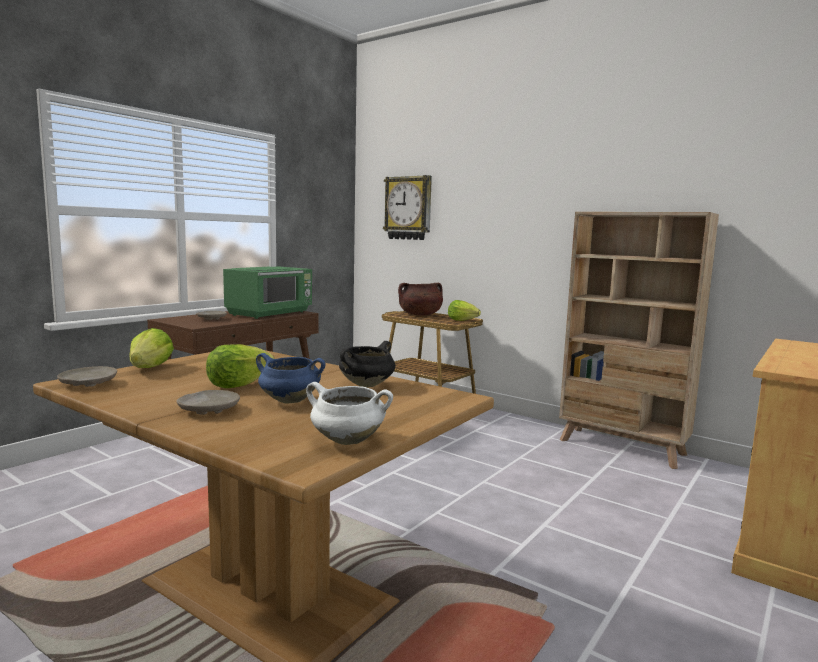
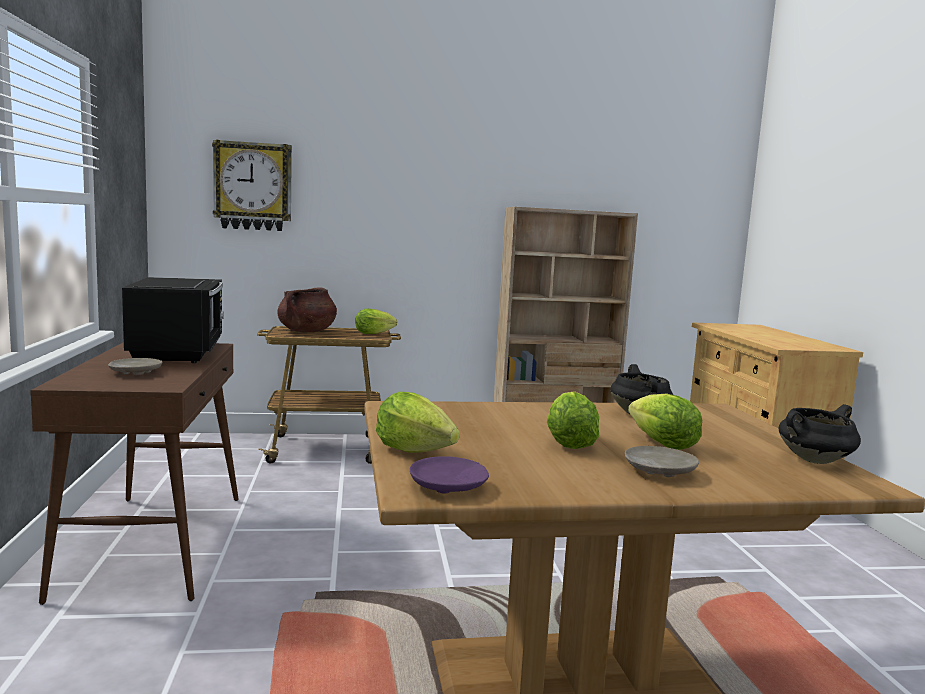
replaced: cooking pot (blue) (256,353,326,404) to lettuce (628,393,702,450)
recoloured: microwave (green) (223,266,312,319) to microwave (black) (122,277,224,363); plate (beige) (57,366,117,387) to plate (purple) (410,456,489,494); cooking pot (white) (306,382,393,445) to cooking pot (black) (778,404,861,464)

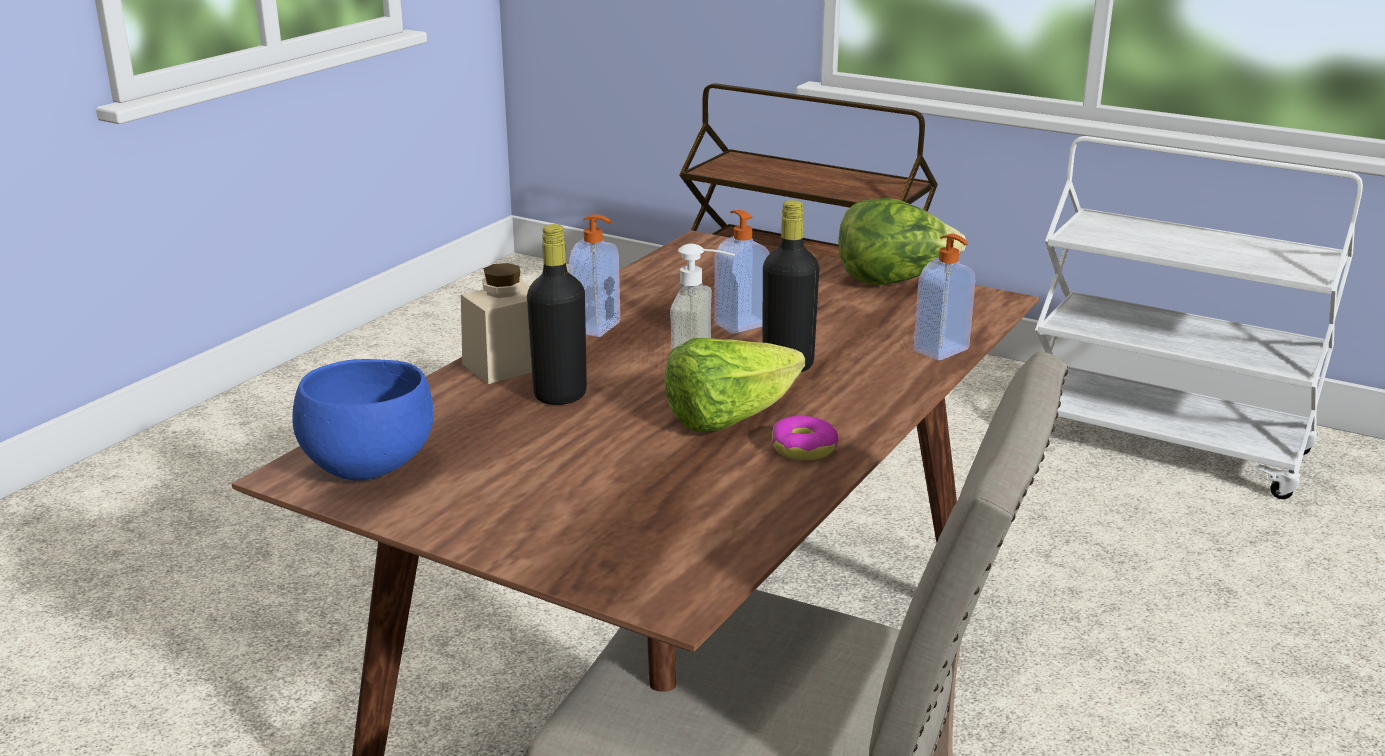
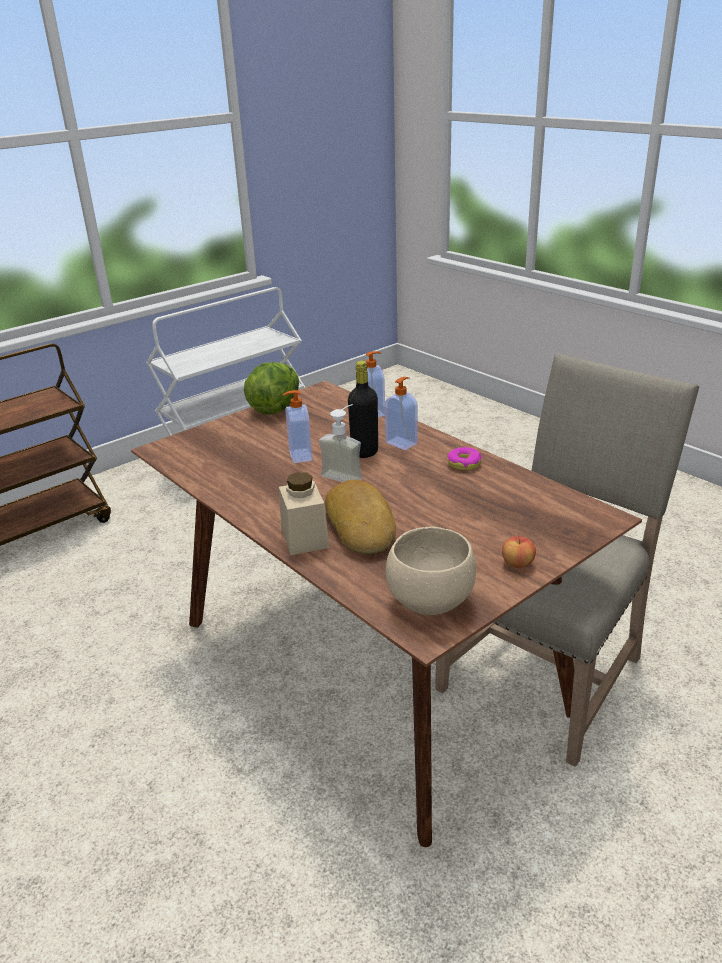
removed: lettuce (664,338,805,431)
added: apple (502,535,536,568)
moved: soap dispenser (569,214,620,337) to (385,377,418,450)
replaced: bottle (black) (527,224,587,405) to bread (325,480,396,554)
recoloured: bowl (blue) (292,359,433,480) to bowl (beige) (386,527,476,615)

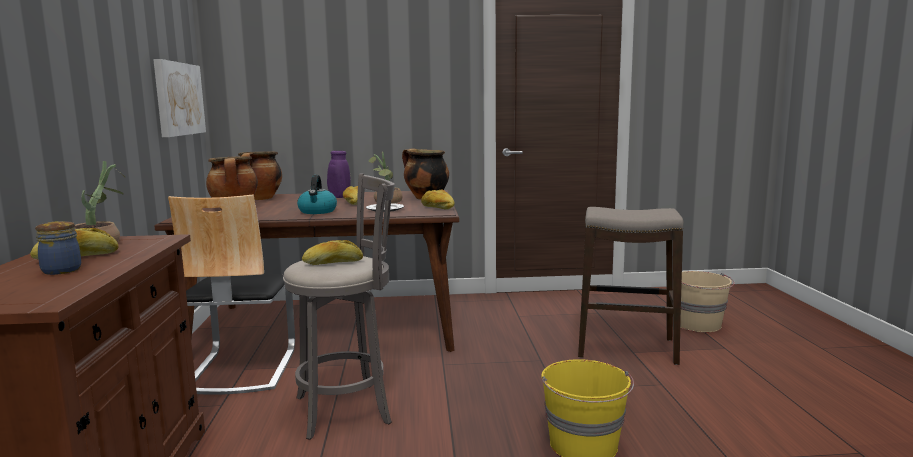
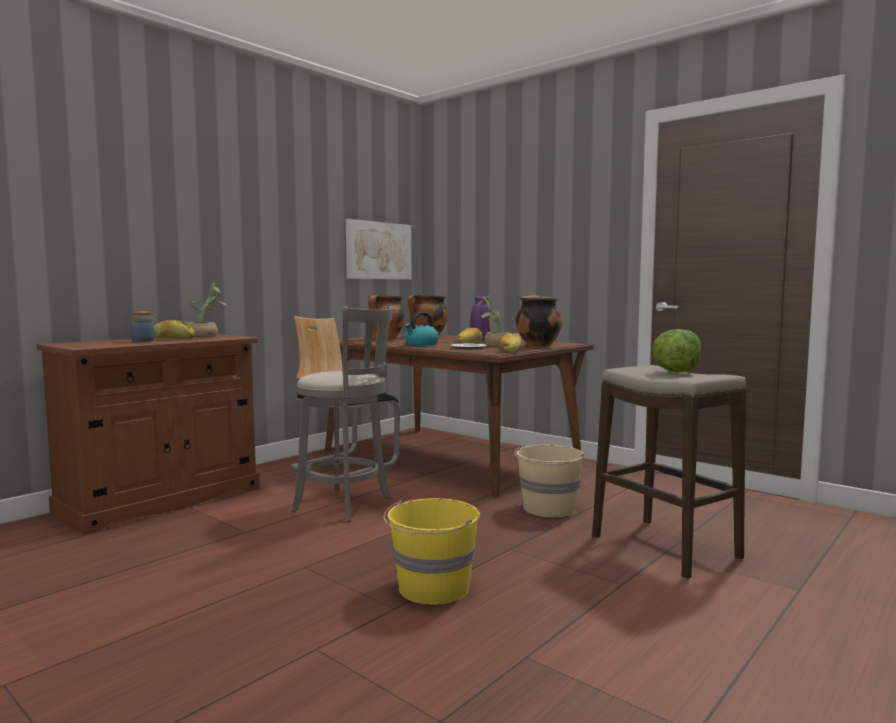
removed: bread (302,240,363,265)
added: lettuce (652,329,701,373)
moved: bucket (beige) (680,271,735,332) to (514,445,585,517)

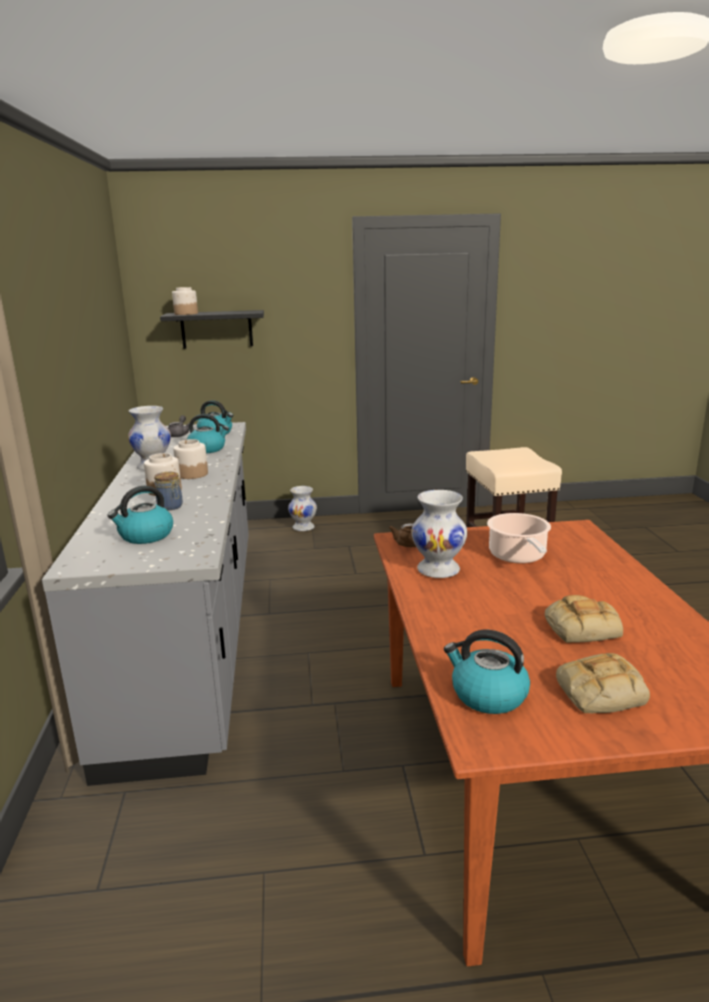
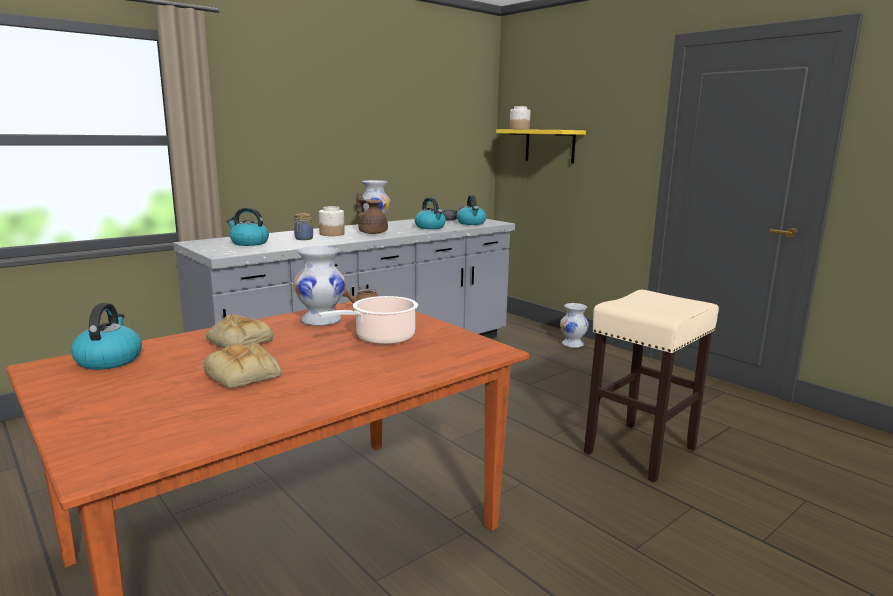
moved: bread (556,653,650,713) to (206,314,273,348)
replaced: jar (173,439,208,479) to teapot (brown) (356,192,388,234)
recoloured: shelf (black) (160,310,264,349) to shelf (yellow) (496,129,586,164)

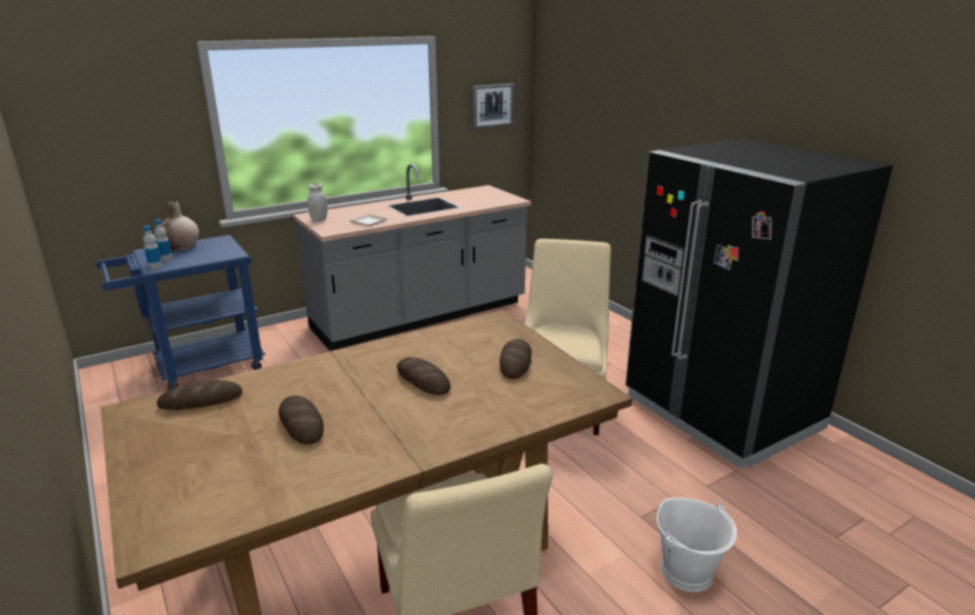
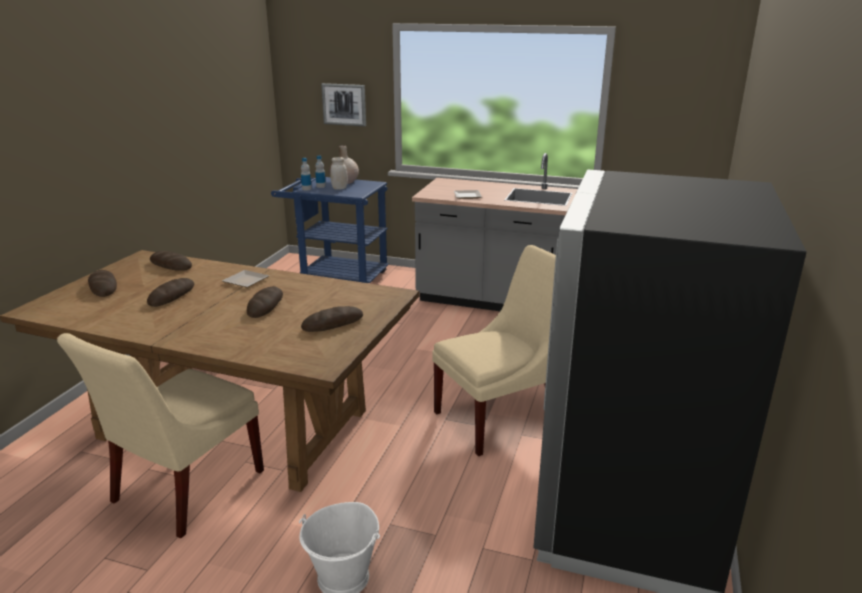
added: bread (88,270,117,297); plate (222,270,269,288)
moved: picture (473,84,514,129) to (321,83,366,126); jar (white) (308,183,327,222) to (330,157,347,189)

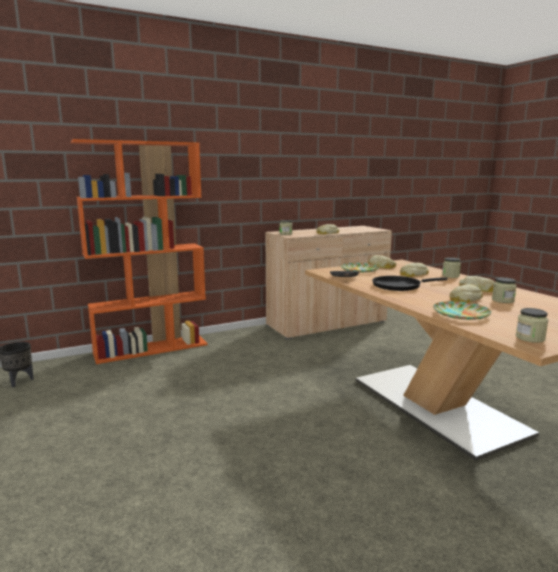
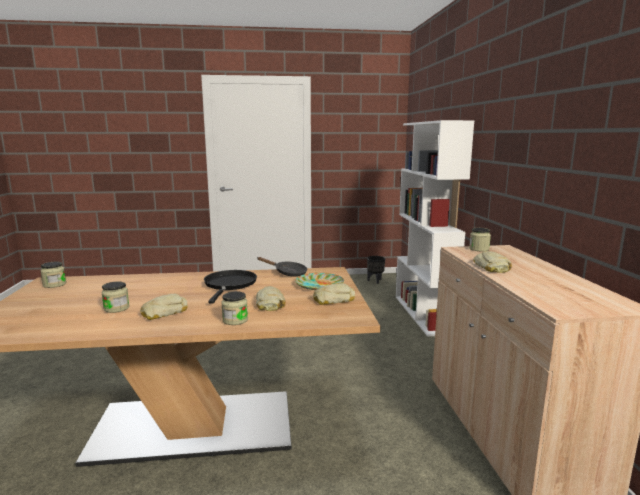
removed: plate (433,301,491,320); bread (450,284,483,303)
recoloured: bookcase (orange) (71,139,208,364) to bookcase (white) (396,120,474,337)

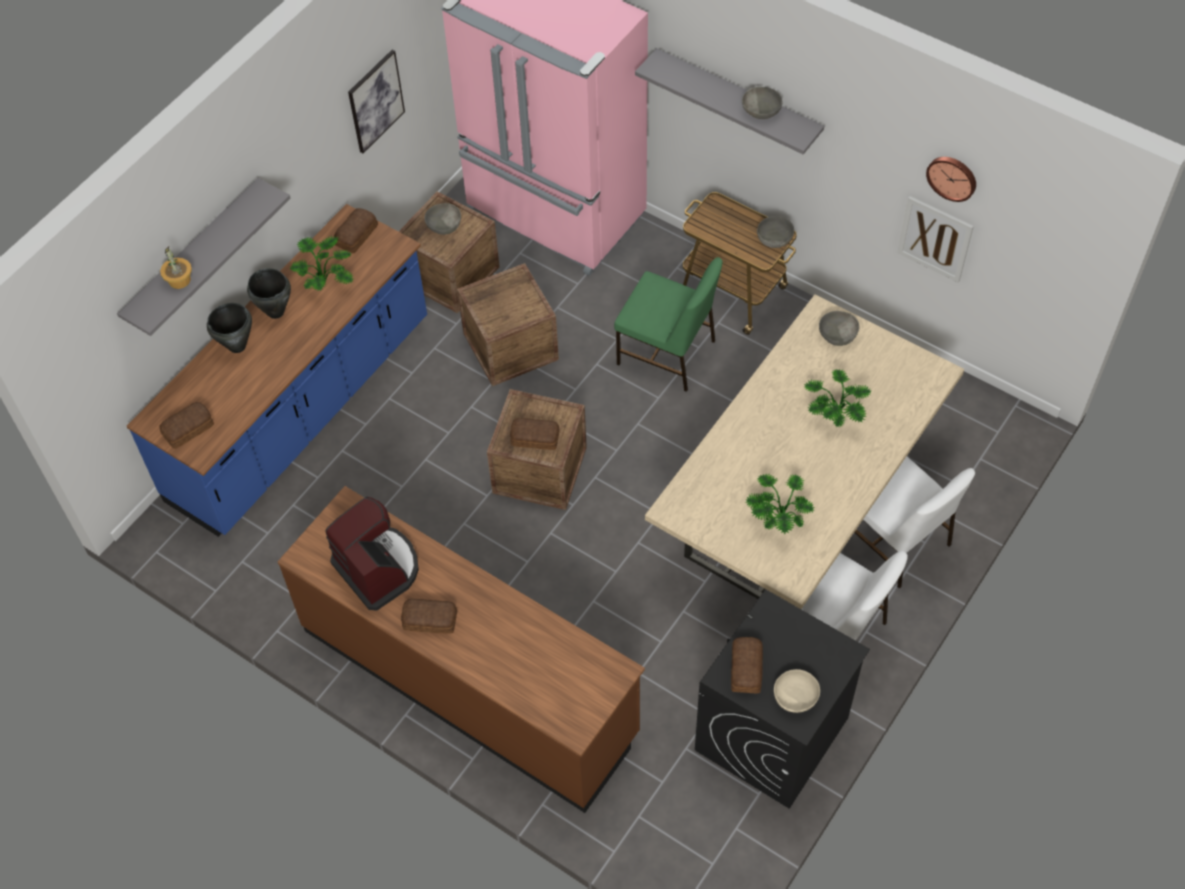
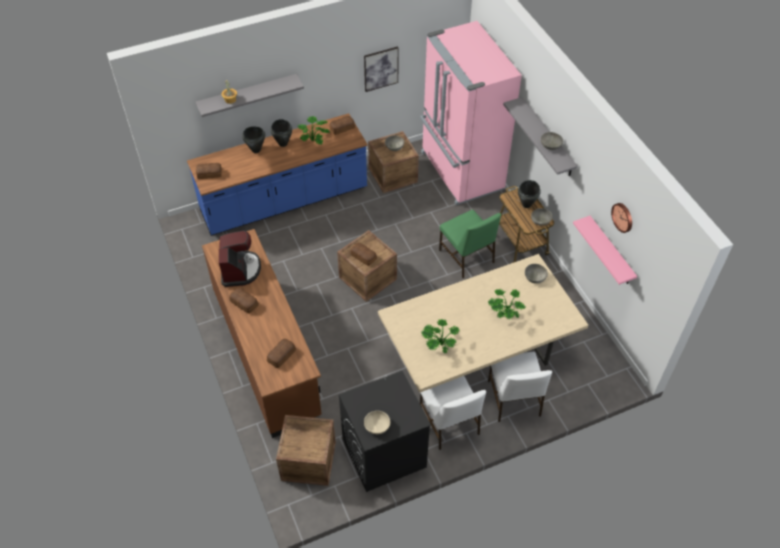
added: cooking pot (black) (518,180,541,208)
moved: bread (731,637,763,693) to (267,339,296,368); crate (457,263,559,386) to (276,415,336,486)
replaced: picture (897,196,974,282) to shelf (pink) (573,216,637,285)

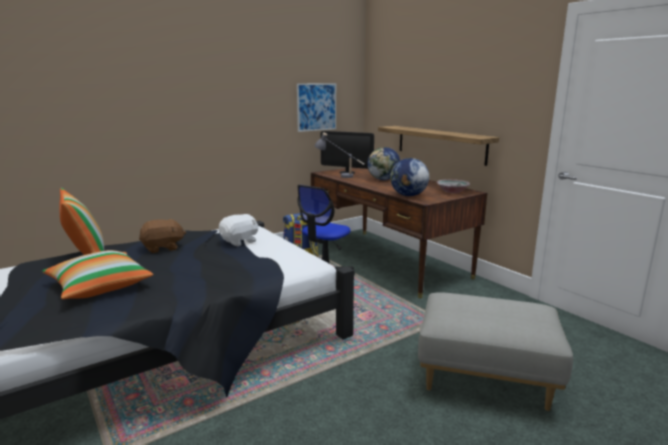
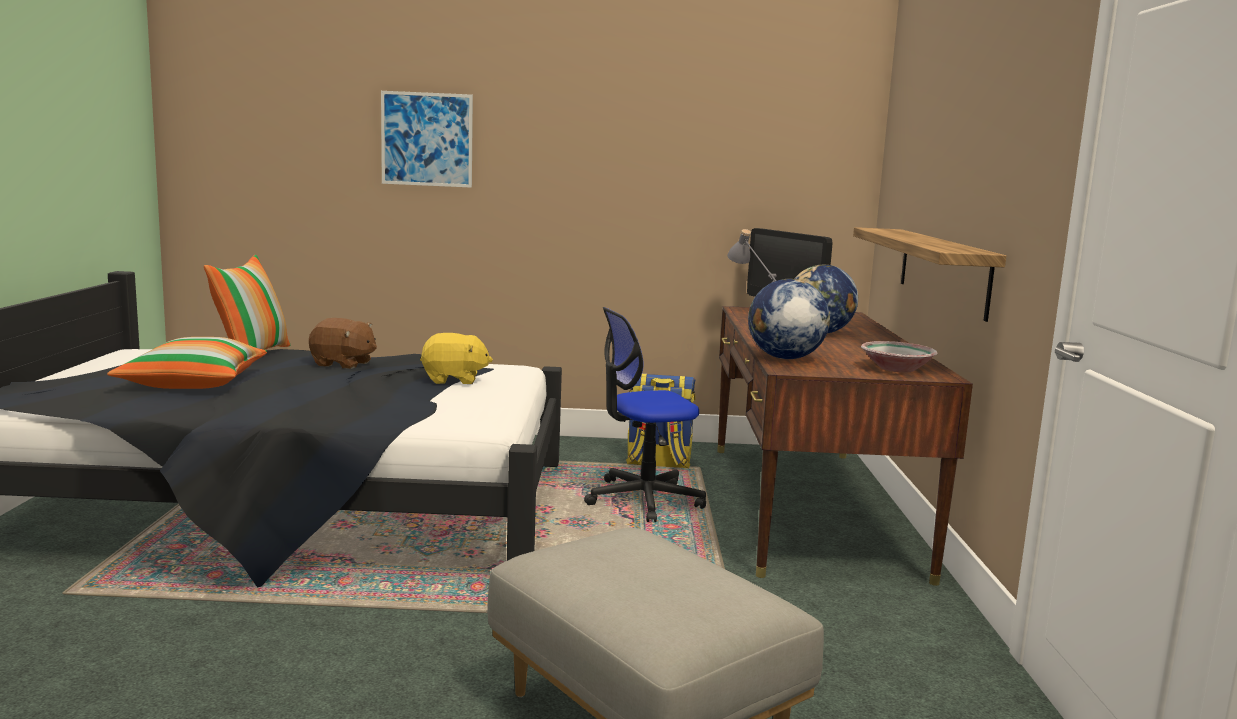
moved: picture (297,83,336,132) to (381,91,473,188)
recoloured: plush toy (white) (219,214,258,246) to plush toy (yellow) (420,333,493,384)

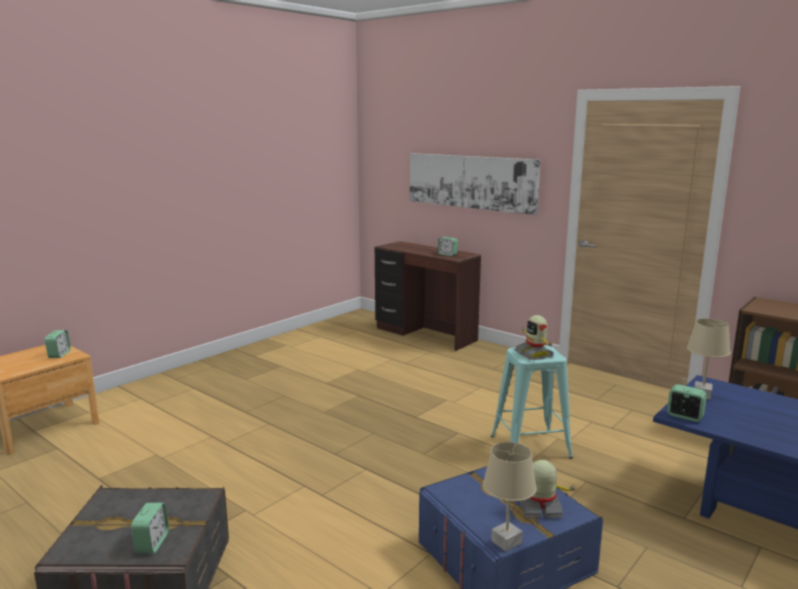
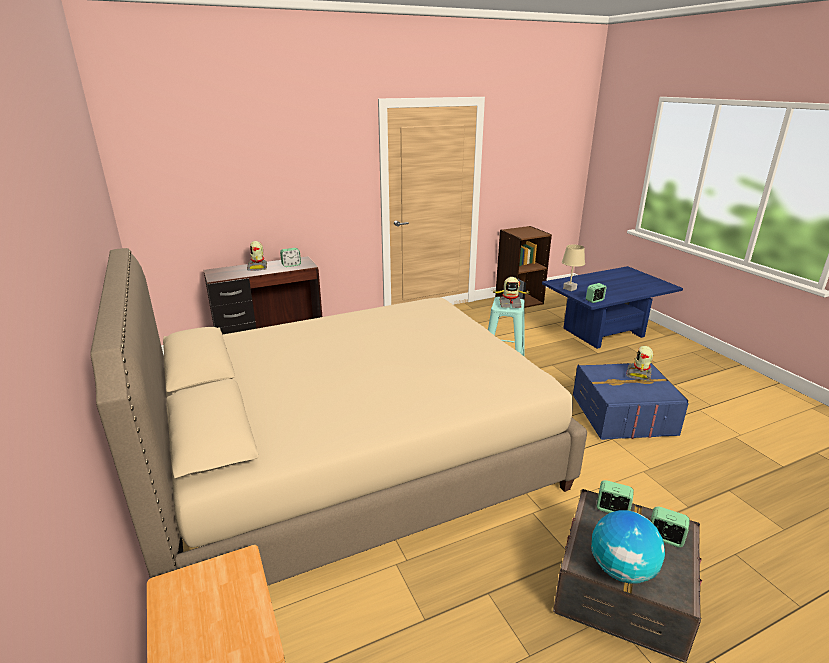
removed: picture (410,153,540,215); table lamp (beige) (483,442,537,551)
added: bed (beige) (90,248,587,586); toy robot (247,241,267,271); globe (591,510,665,583)
moved: alarm clock (45,330,71,358) to (597,480,634,513)

